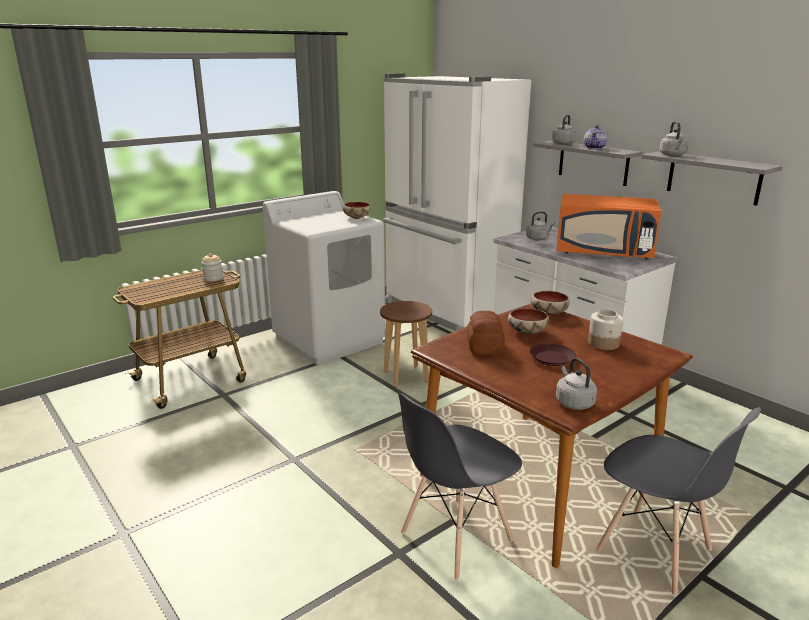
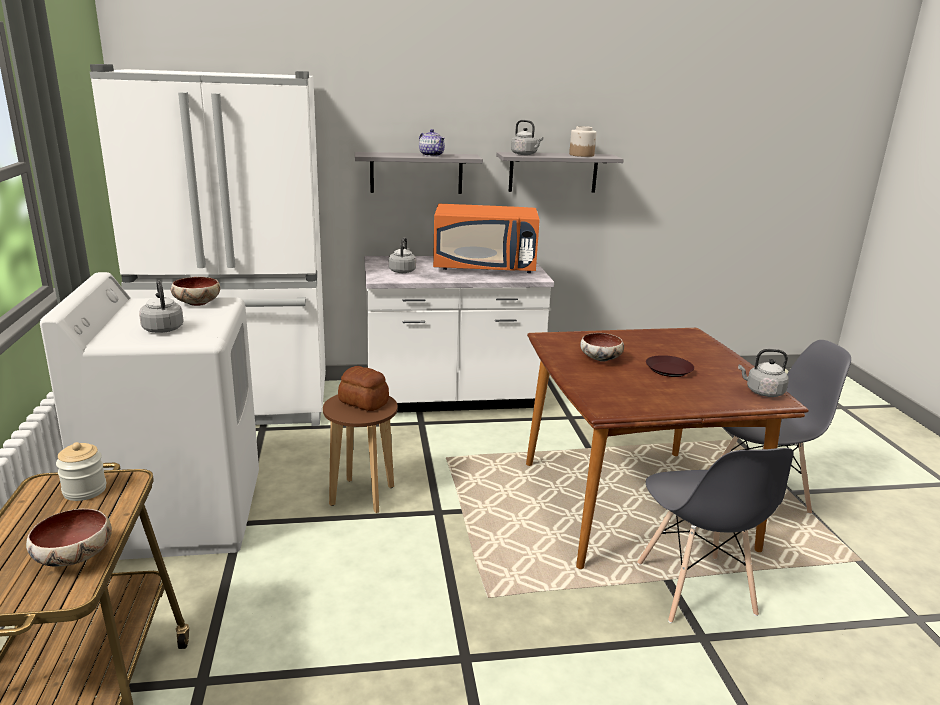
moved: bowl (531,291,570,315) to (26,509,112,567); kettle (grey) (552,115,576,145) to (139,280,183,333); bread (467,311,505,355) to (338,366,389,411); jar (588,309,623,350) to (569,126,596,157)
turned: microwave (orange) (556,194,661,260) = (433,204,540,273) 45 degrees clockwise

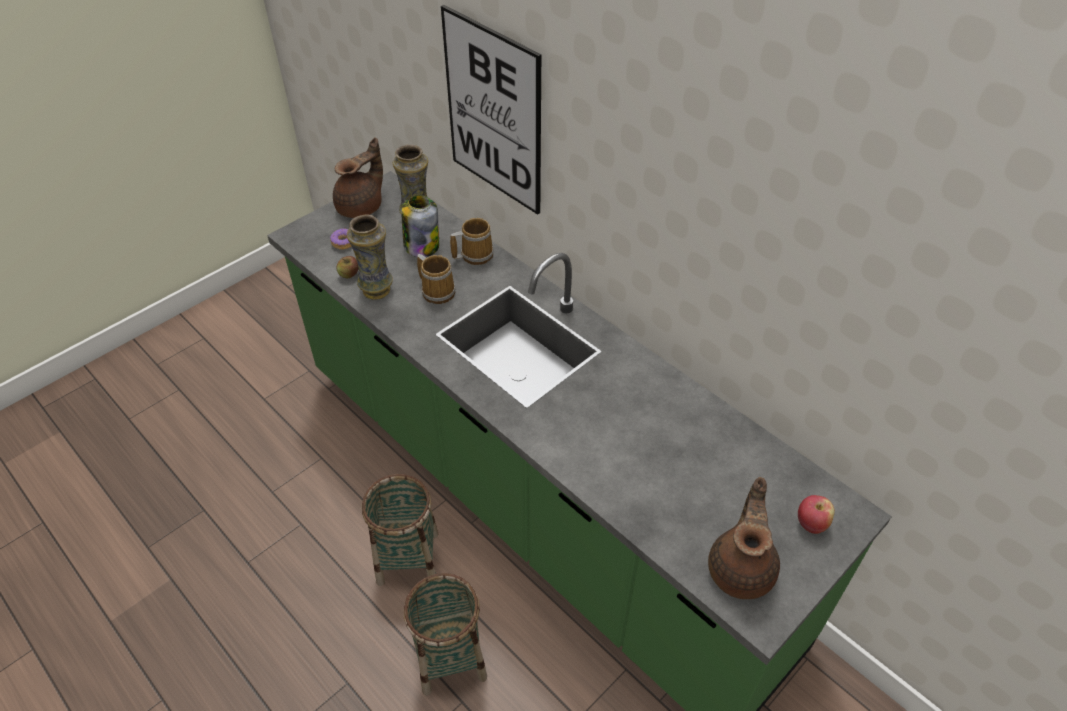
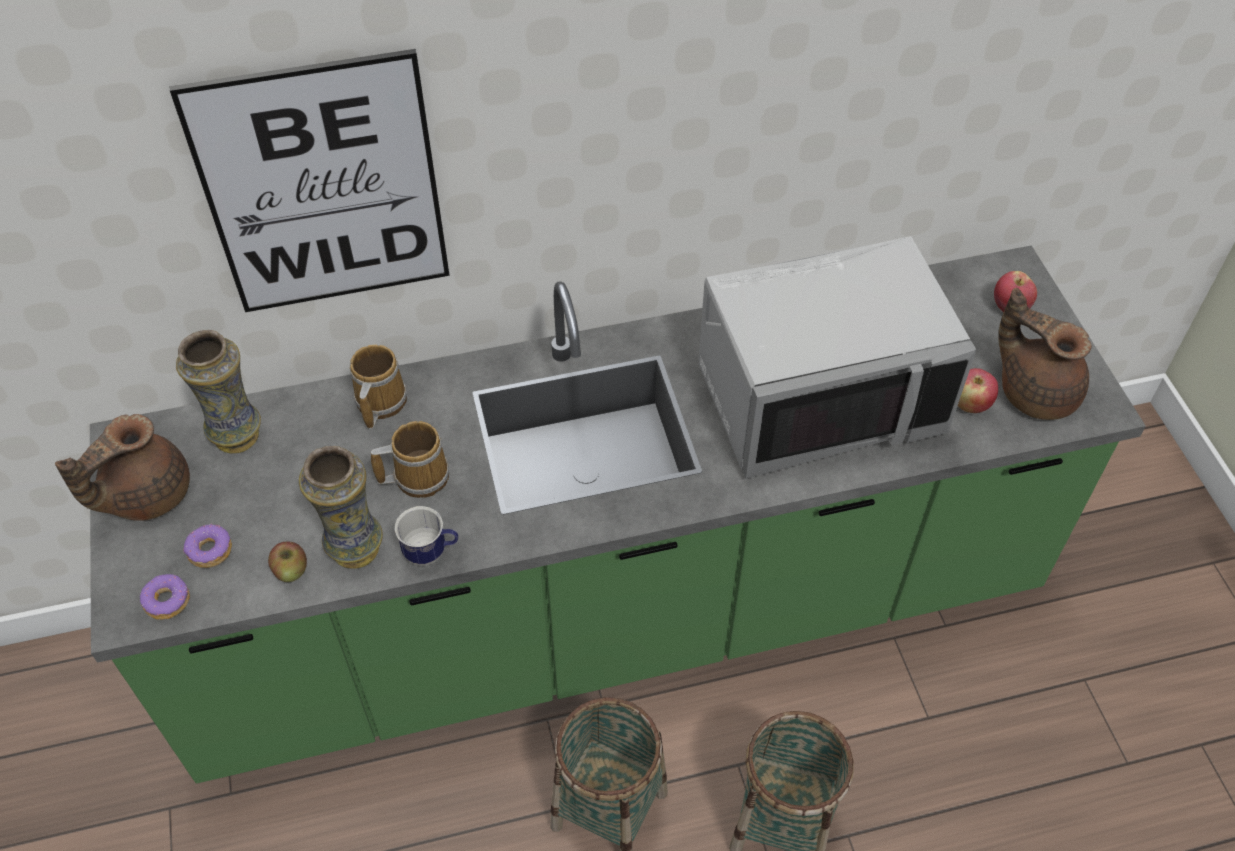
removed: jar (401,195,439,257)
added: donut (140,574,190,620); mug (395,506,458,566); microwave (grey) (698,236,977,479); apple (958,368,998,413)
turned: teapot (brown) (333,137,383,218) = (55,414,190,521) 120 degrees counterclockwise

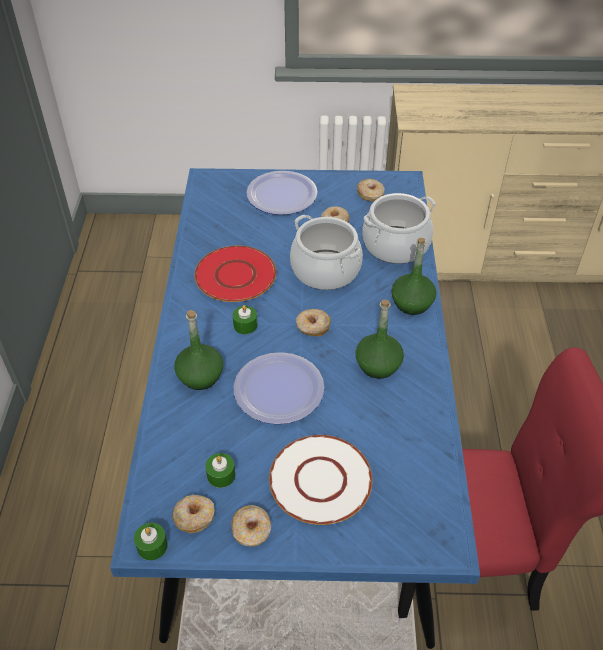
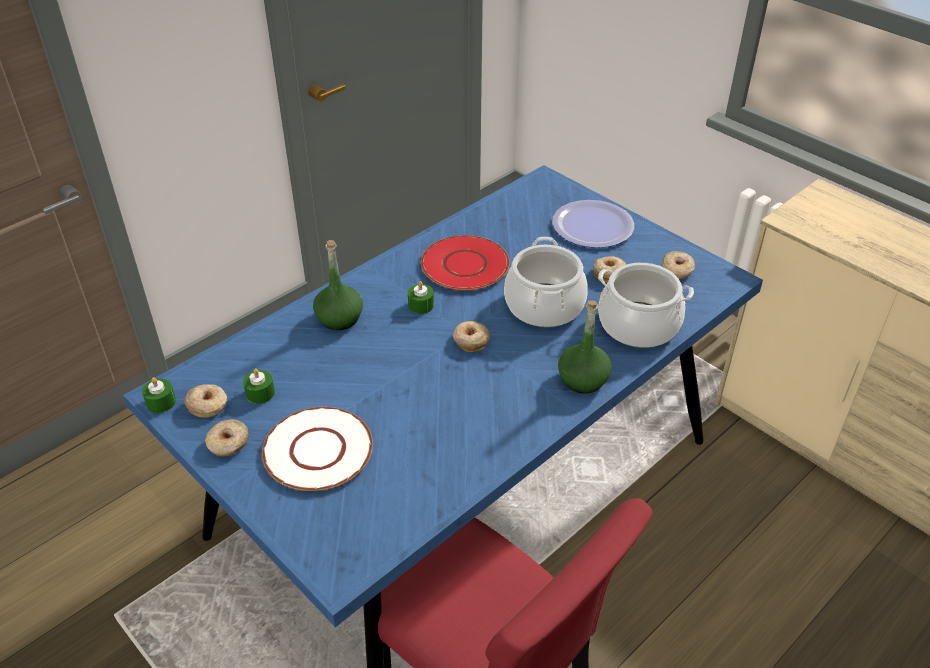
removed: plate (234,352,324,424); bottle (green) (356,300,404,379)

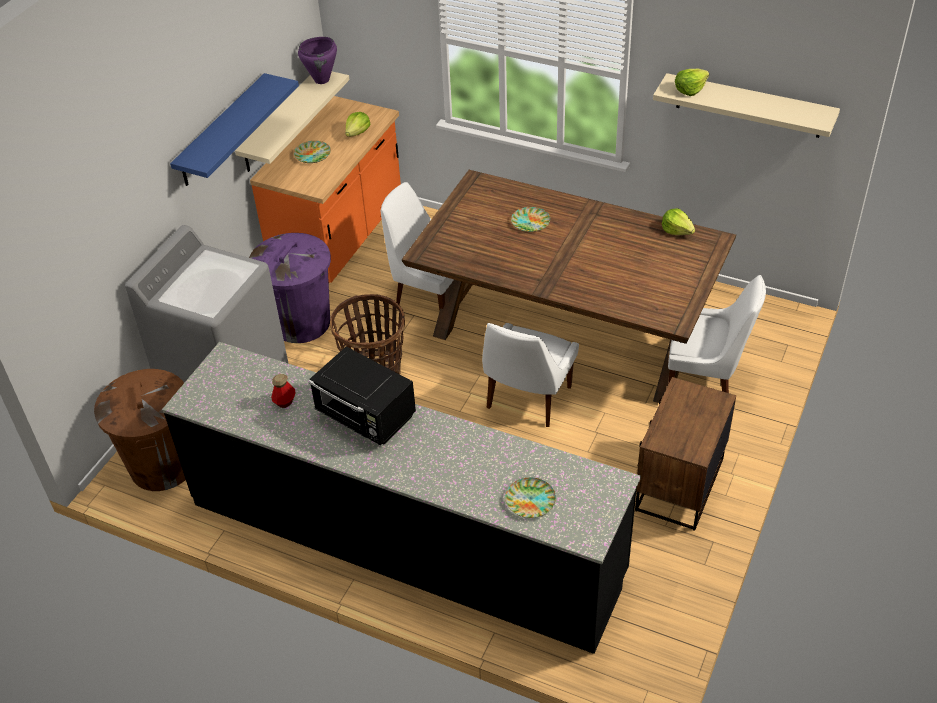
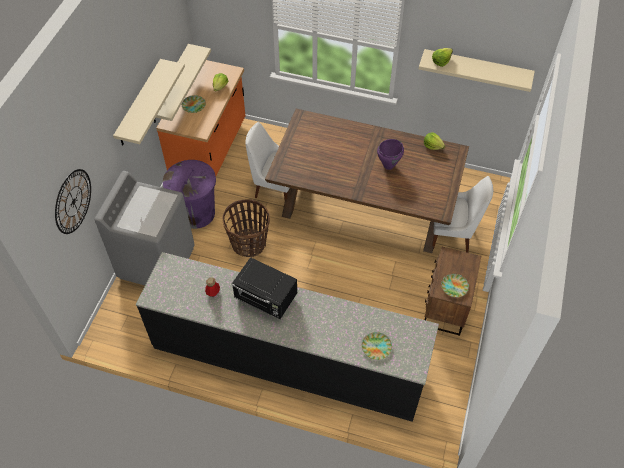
removed: trash can (brown) (94,369,186,491); chair (white) (482,323,579,427)
added: wall clock (55,169,91,234)
moved: cooking pot (purple) (298,37,337,84) to (377,139,404,170); plate (511,207,550,232) to (441,274,469,297)
recoloured: shelf (blue) (170,73,299,186) to shelf (beige) (113,59,185,146)

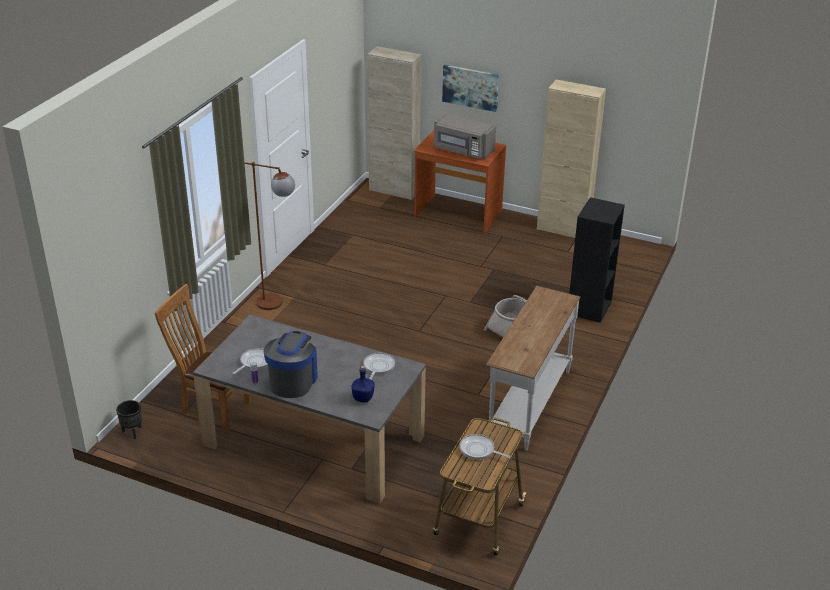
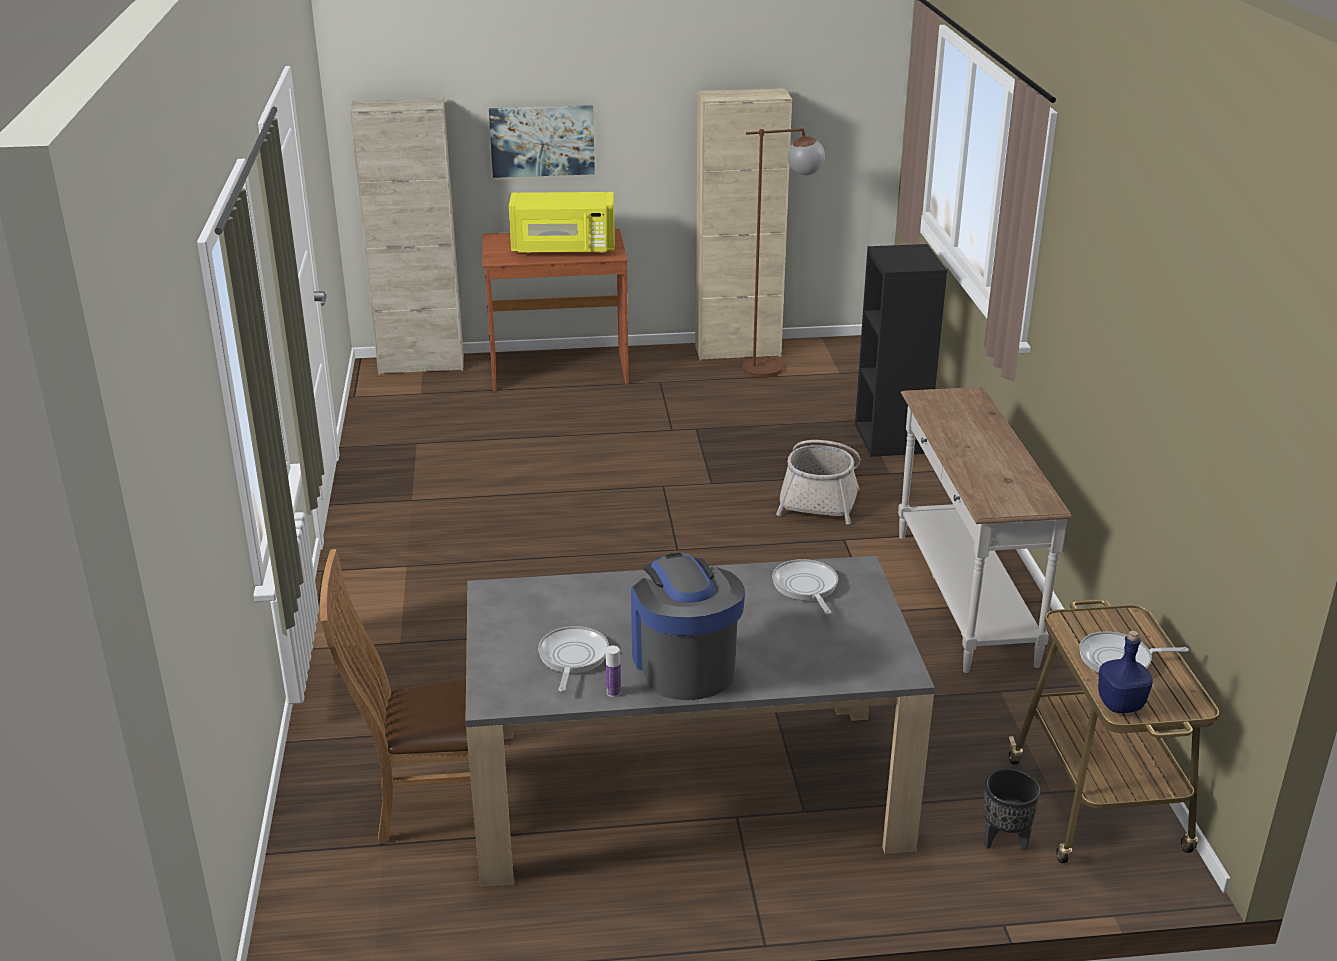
moved: floor lamp (brown) (244,162,295,310) to (743,128,825,377); planter (black) (116,400,142,439) to (983,769,1040,851); bottle (blue) (351,366,375,403) to (1098,630,1153,713)
recoloured: microwave (grey) (434,113,496,159) to microwave (yellow) (509,192,615,253)

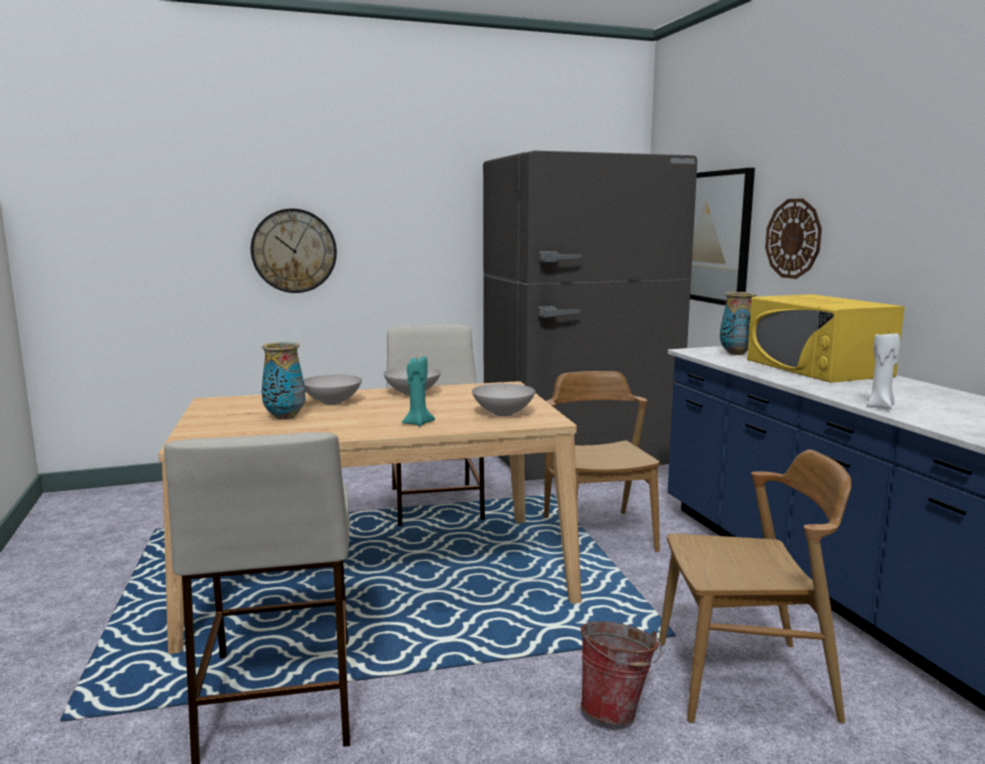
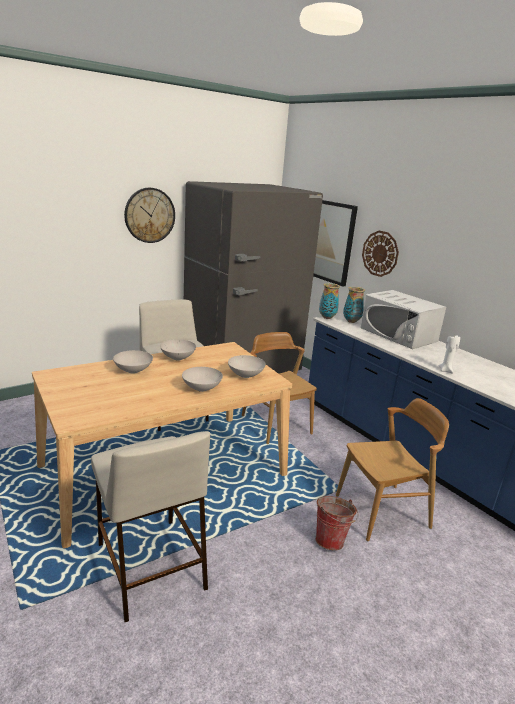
moved: wall clock (251,208,337,293) to (124,188,175,243); vase (262,342,306,420) to (319,283,340,319)
replaced: candle (turquoise) (402,355,435,426) to bowl (white) (182,367,223,392)
recoloured: microwave (yellow) (747,294,905,383) to microwave (white) (361,290,446,349)

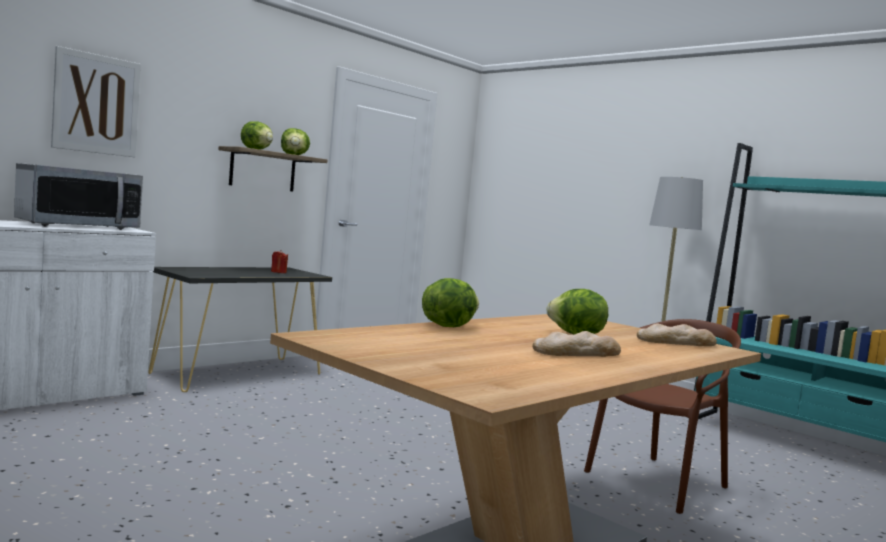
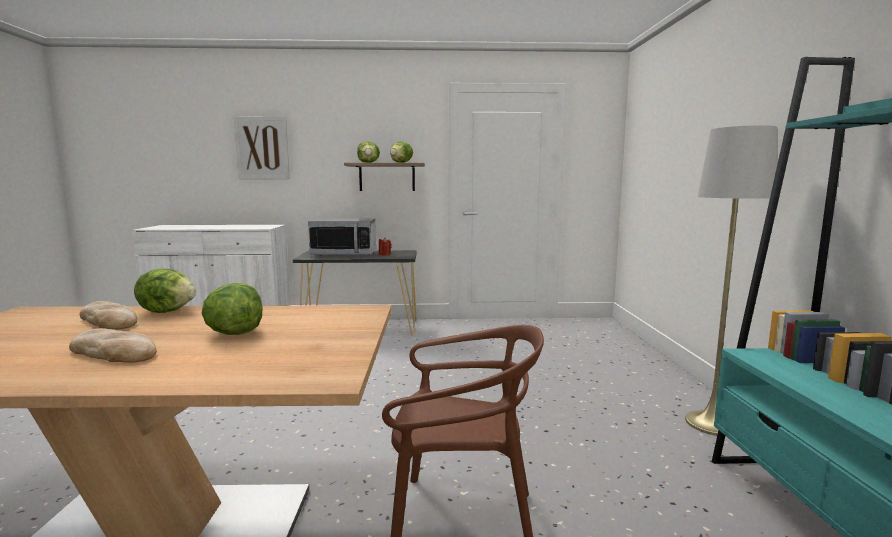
moved: bread (637,323,717,346) to (80,301,137,330); microwave (14,163,143,230) to (308,218,376,256)

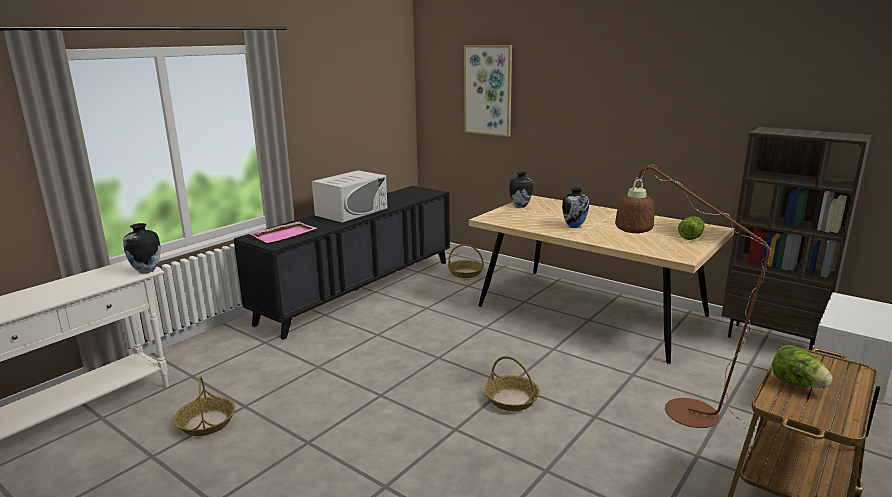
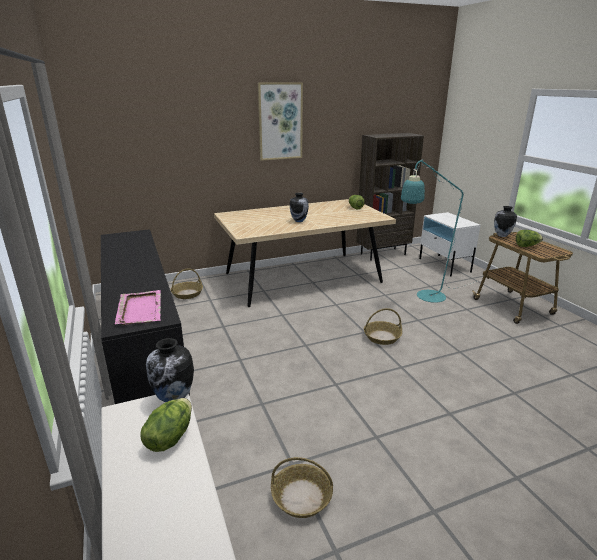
removed: microwave (white) (312,170,387,223)
added: lettuce (141,398,192,452)
moved: picture (464,45,512,137) to (258,82,303,161); vase (509,172,533,208) to (494,206,517,237)
recoloured: floor lamp (brown) (615,164,829,449) to floor lamp (turquoise) (401,160,481,303)

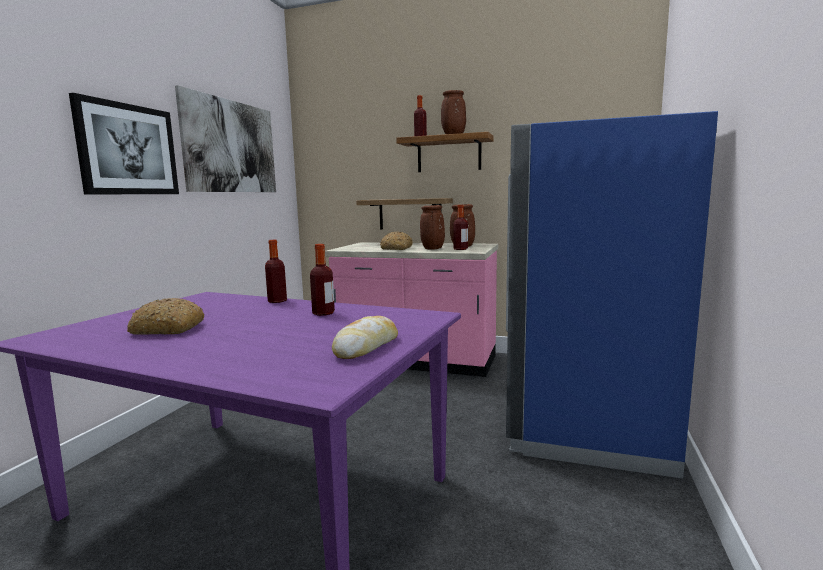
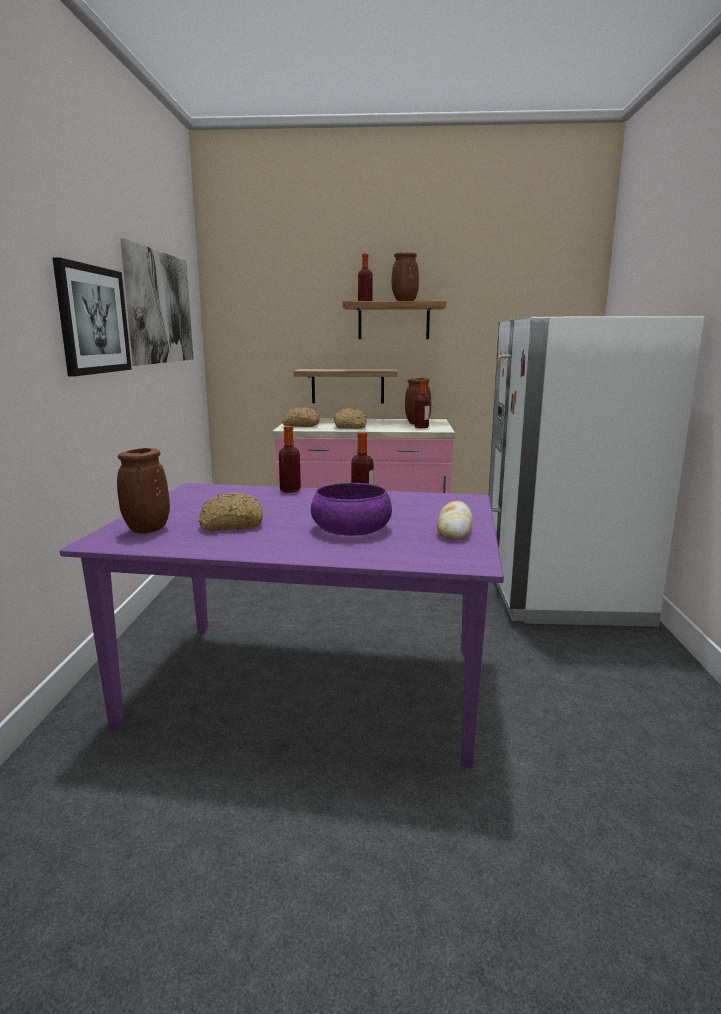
added: bread (282,407,320,427); bowl (purple) (311,483,392,536)
moved: vase (brown) (420,205,445,250) to (117,448,170,533)
recoloured: fridge (blue) (506,111,718,479) to fridge (white) (489,316,704,627)

